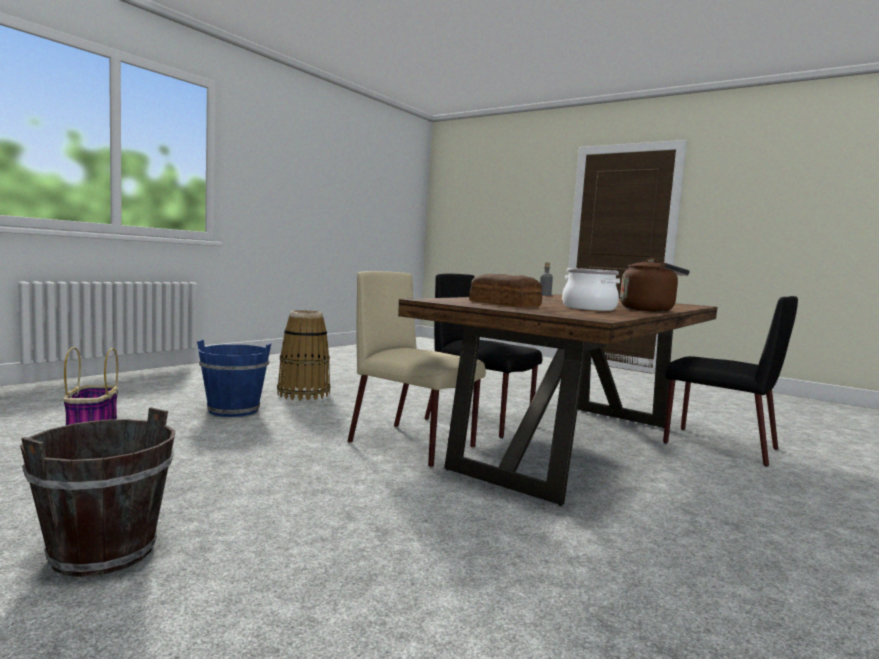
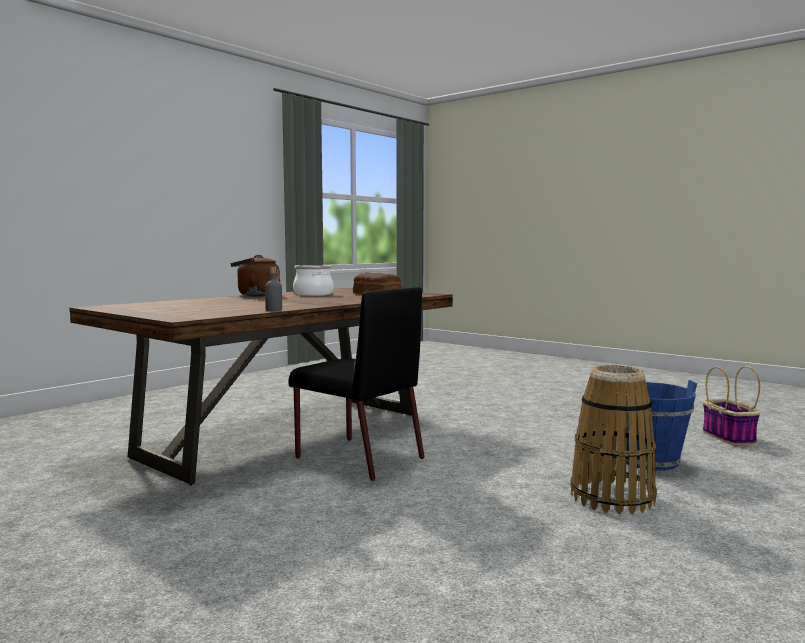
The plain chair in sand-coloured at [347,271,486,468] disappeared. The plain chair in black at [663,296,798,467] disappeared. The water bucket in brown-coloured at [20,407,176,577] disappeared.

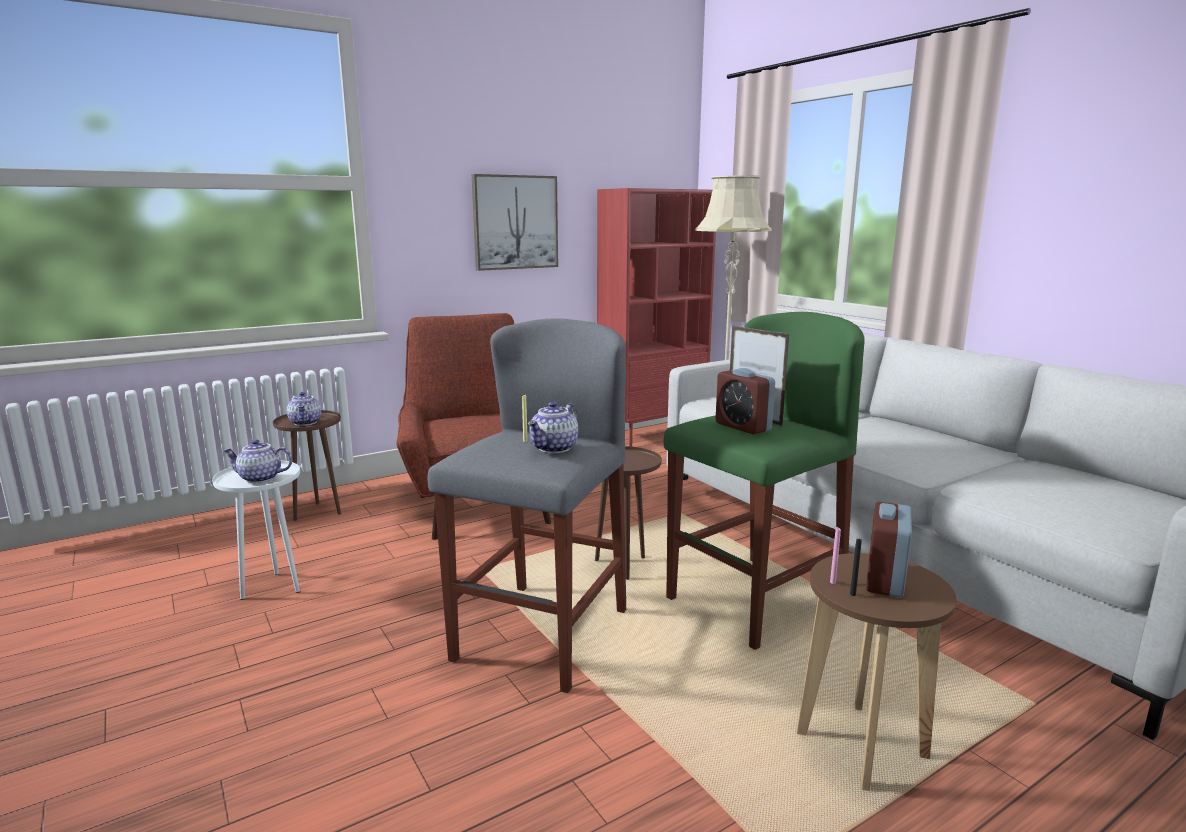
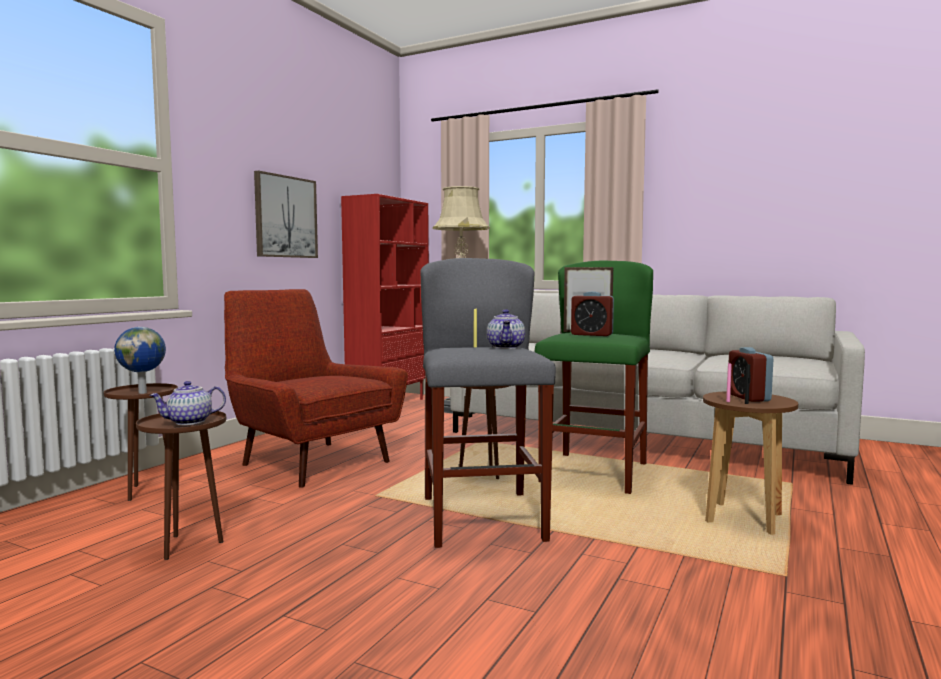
The tea pot at [287,392,322,426] was replaced by the desk globe at [114,327,166,394]. The accent table in whitish at [212,460,300,600] became the accent table in brown-coloured at [136,411,226,560].

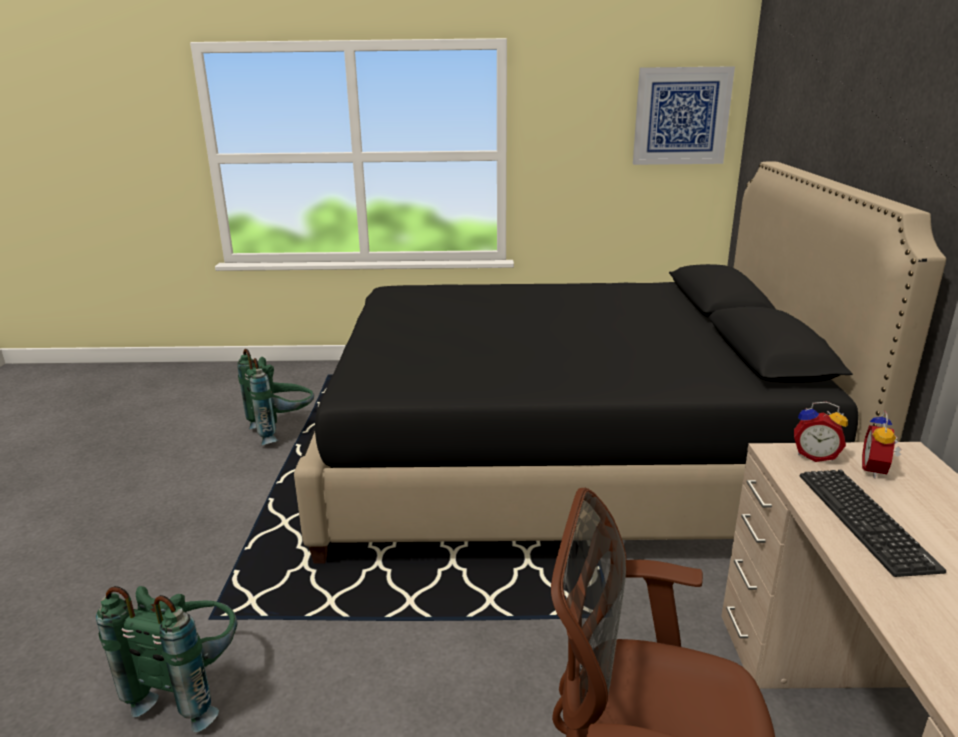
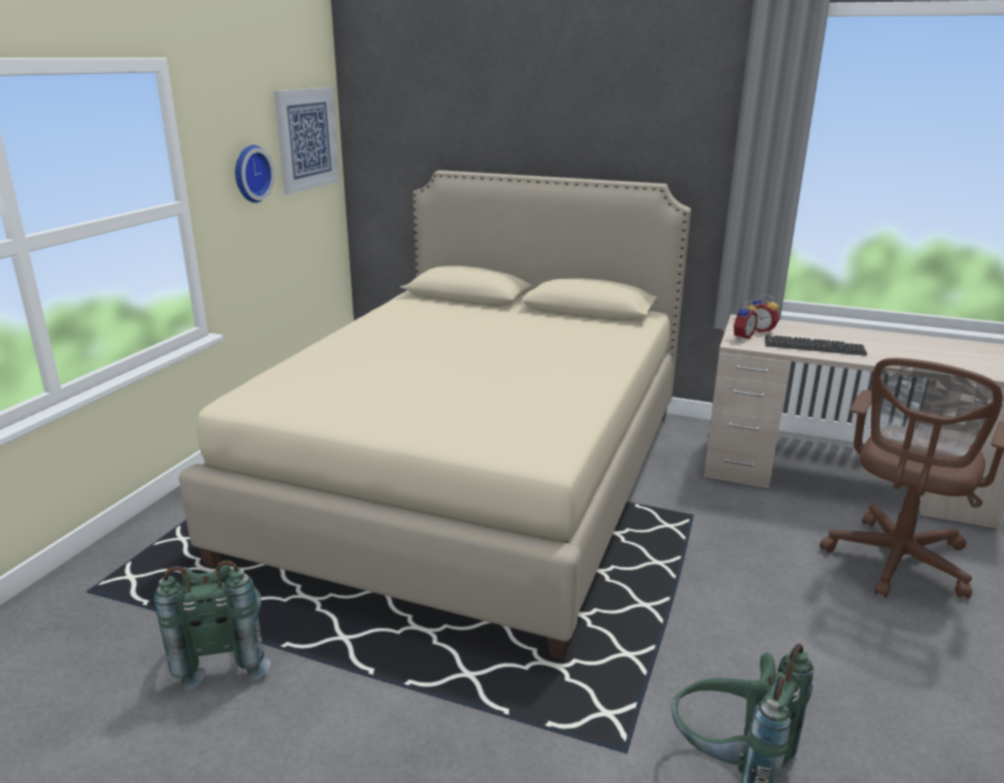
The bed in black at [294,161,946,564] became the bed in sand-coloured at [179,170,691,659]. The clock on the wall at [235,145,275,203] appeared.

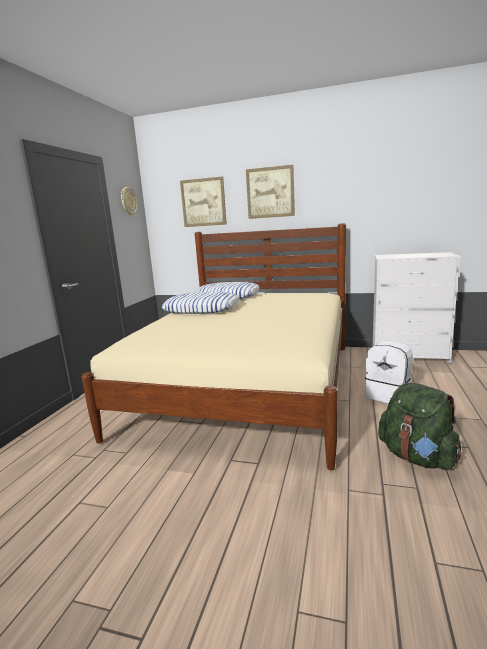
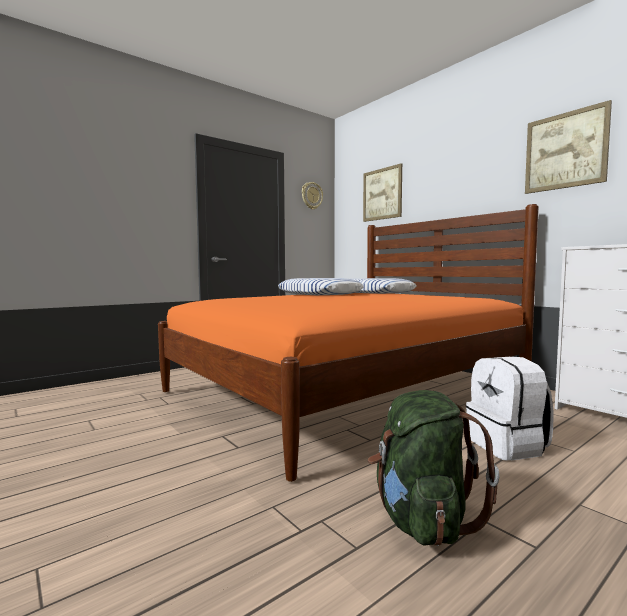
The picture moved from [246,165,295,219] to [525,100,612,194]. The bed in sand-coloured at [82,223,346,470] became the bed in orangey at [158,204,539,482].

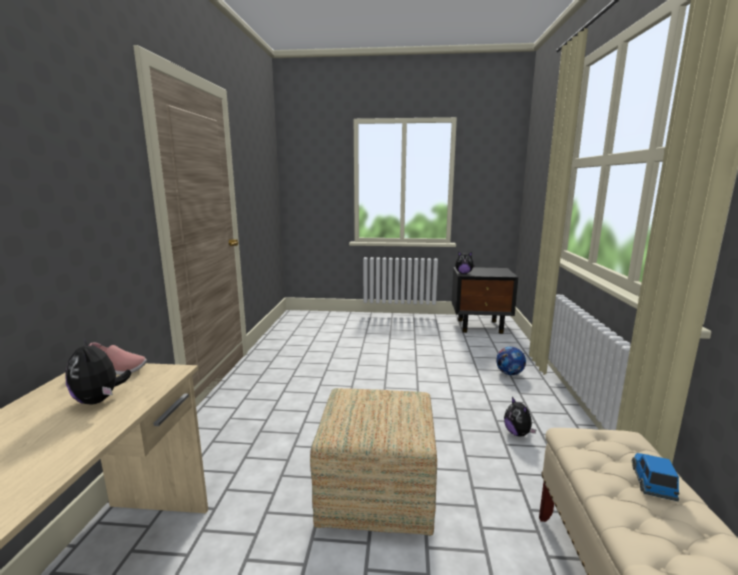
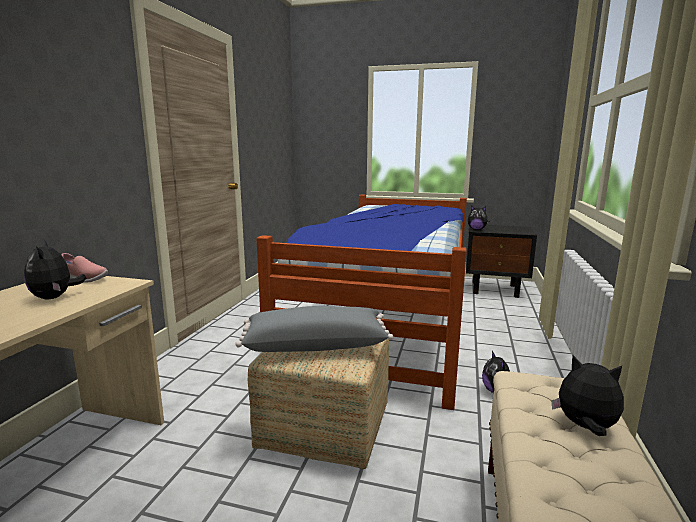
The football at [496,347,526,375] disappeared. The model car at [632,453,679,501] was replaced by the cuddly toy at [552,355,624,436]. The bed at [256,194,467,410] appeared. The throw pillow in grey at [235,306,393,352] appeared.

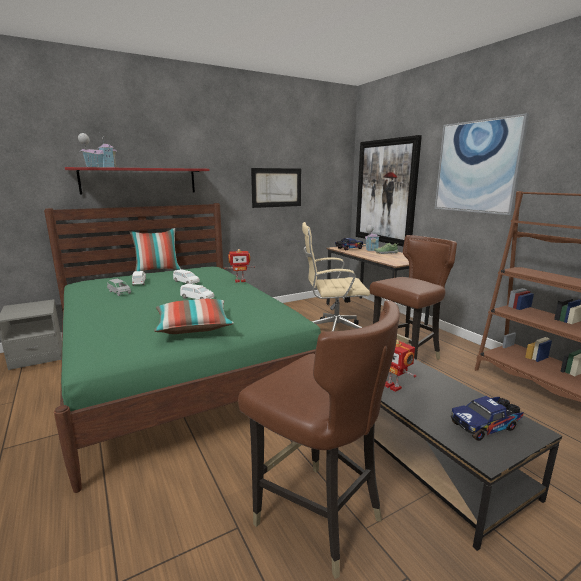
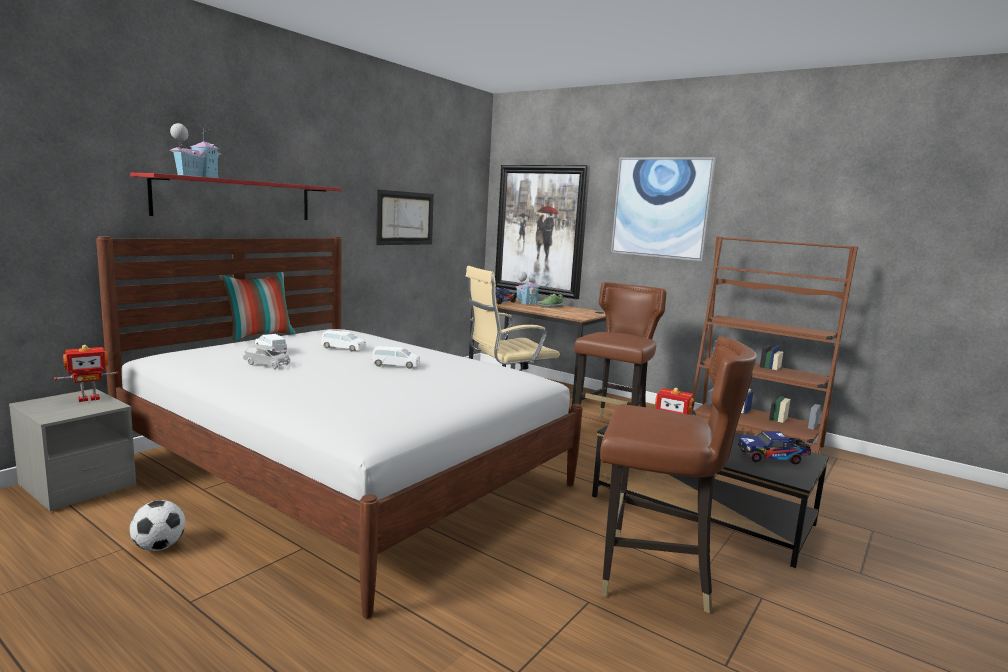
The bed in greenish at [44,203,321,493] became the bed in whitish at [96,236,583,619]. The model robot moved from [224,249,255,283] to [54,345,118,402]. The throw pillow at [154,299,234,334] disappeared. The toy lorry at [451,396,524,441] turned 45 degrees clockwise. The football at [129,500,185,551] appeared.

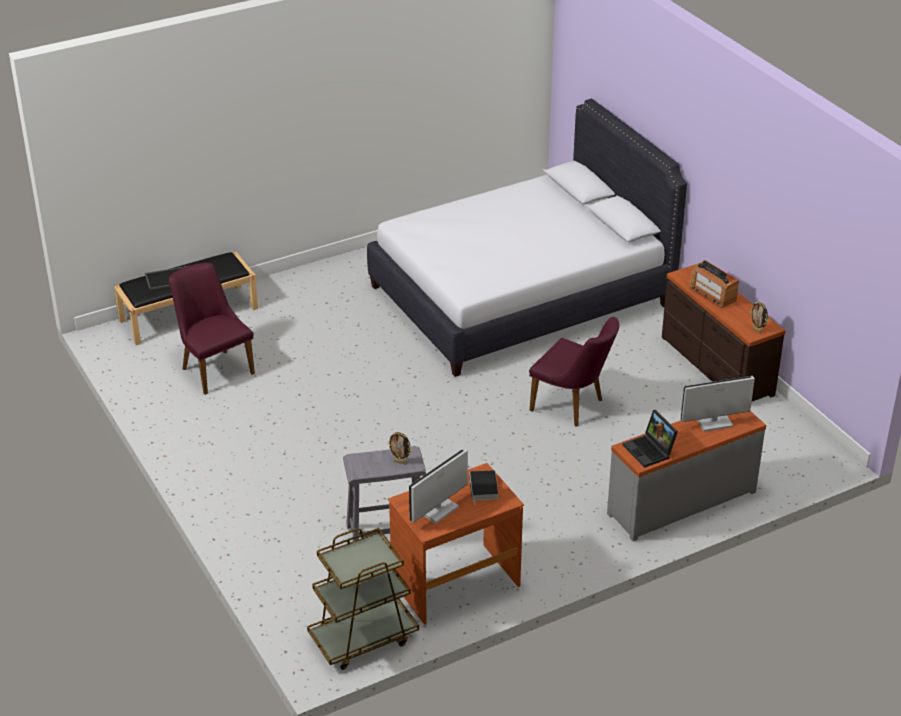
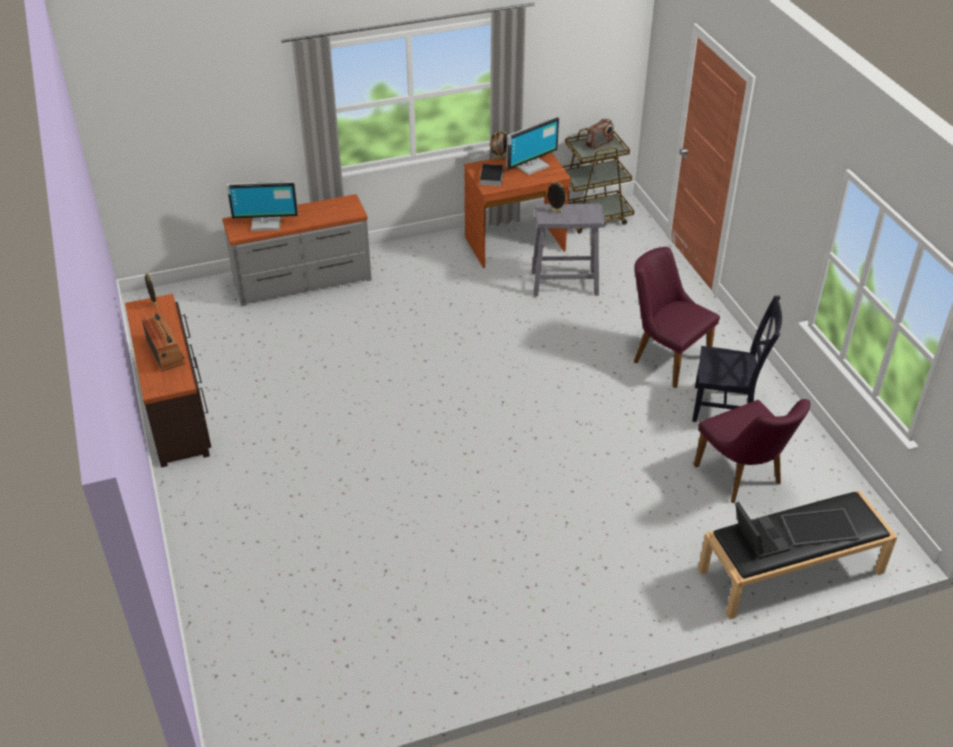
The bed in whitish at [367,99,687,377] disappeared. The plain chair in purple moved from [529,317,619,427] to [634,247,720,388]. The portable computer moved from [623,410,678,468] to [735,502,790,559]. The radio set at [585,119,614,150] appeared. The picture frame at [489,130,507,160] appeared. The plain chair in black at [692,296,782,422] appeared.

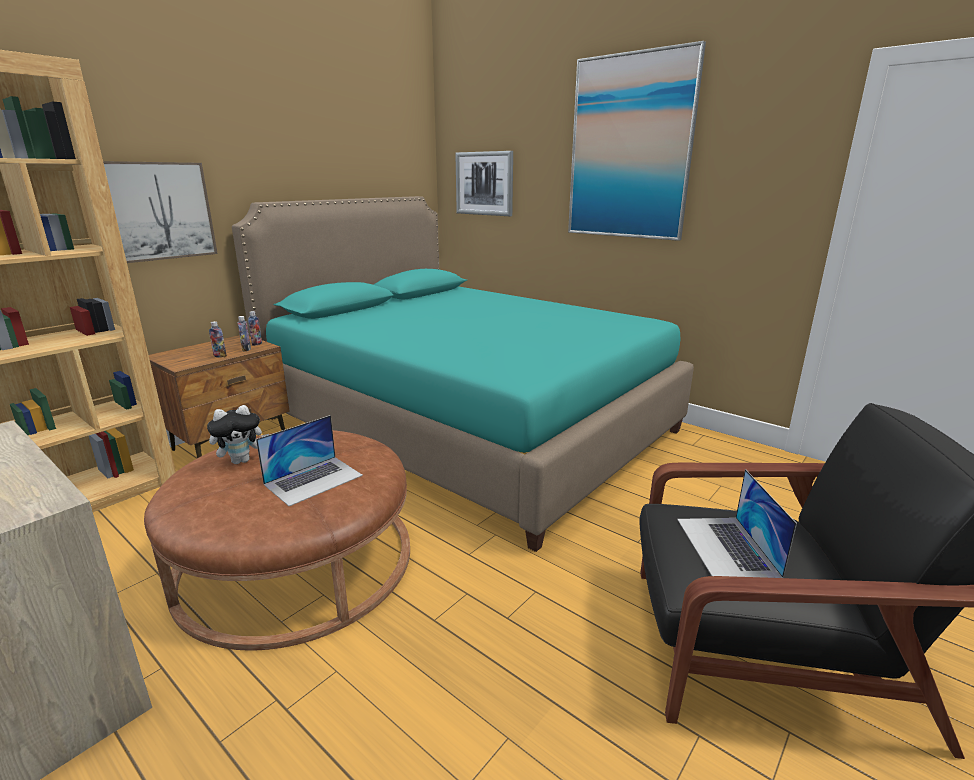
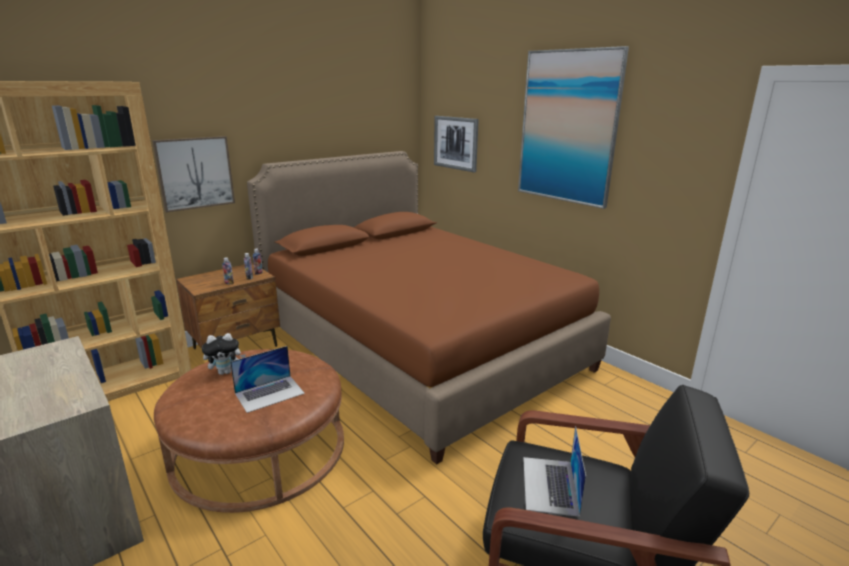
The bed in turquoise at [232,196,694,552] became the bed in brown-coloured at [247,151,611,464].

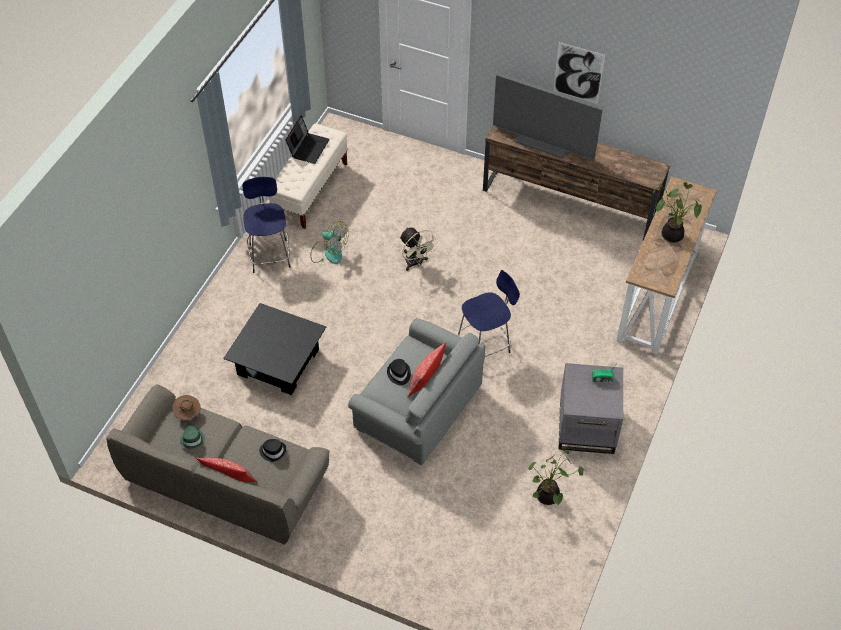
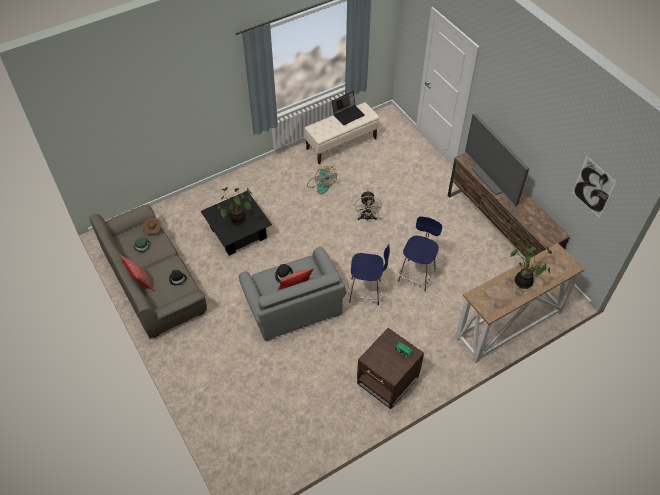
The picture moved from [553,42,605,104] to [572,156,616,218]. The stool seat in bluish moved from [242,177,291,273] to [398,217,442,291]. The accent table in grey at [559,363,623,454] became the accent table in brown-coloured at [357,328,424,409]. The houseplant moved from [528,448,584,505] to [218,187,252,224].

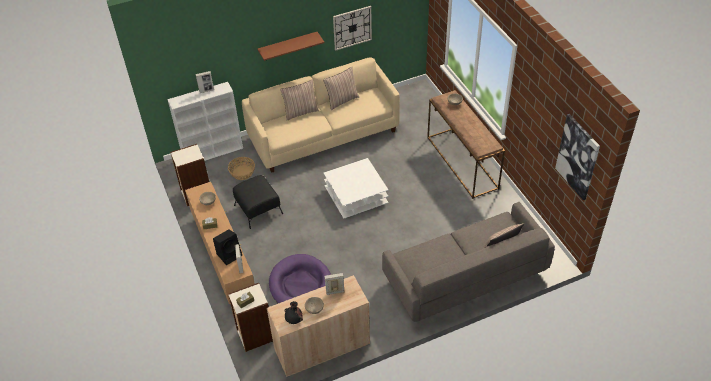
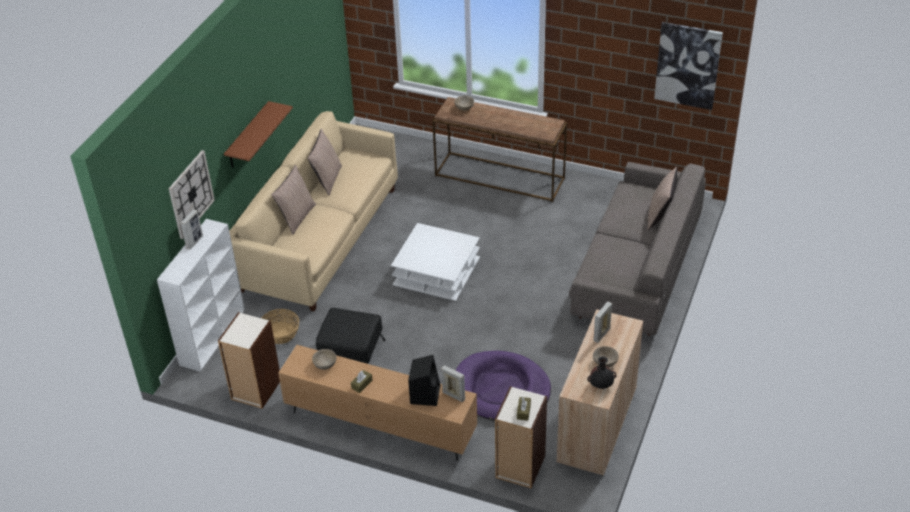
The clock on the wall moved from [333,6,372,51] to [168,150,215,239].

